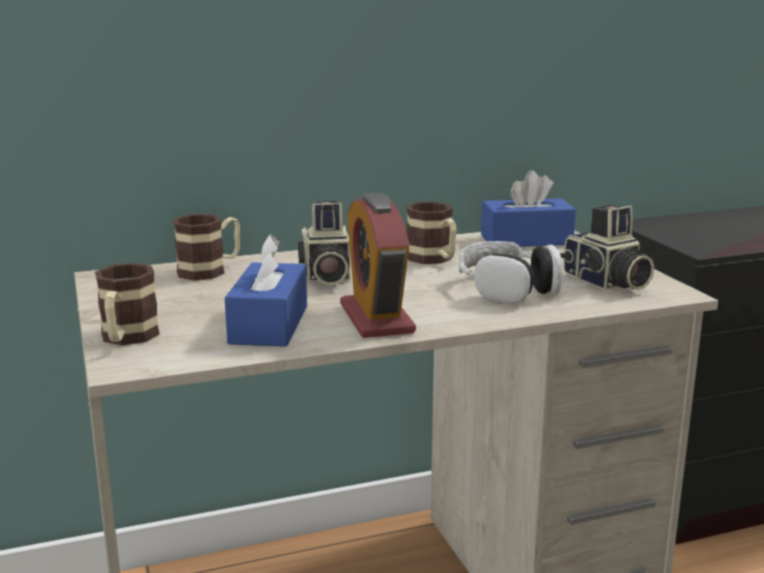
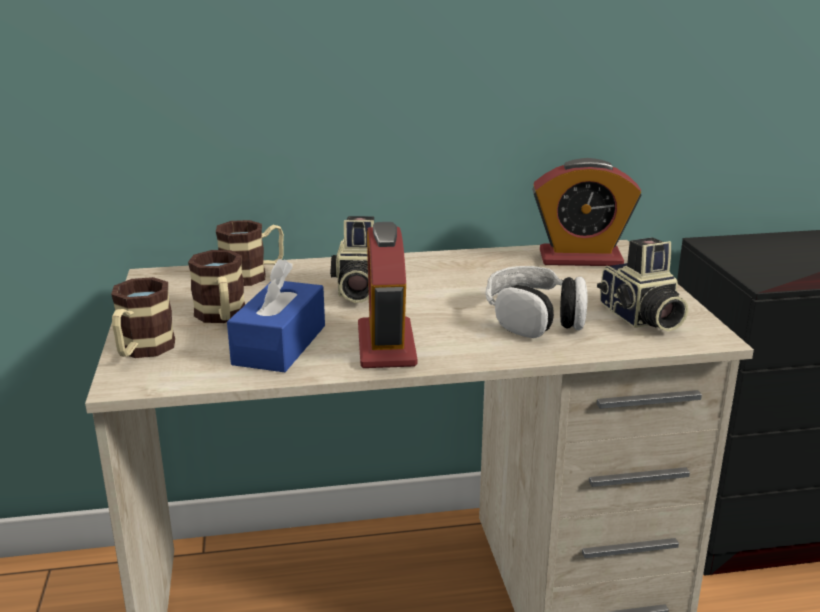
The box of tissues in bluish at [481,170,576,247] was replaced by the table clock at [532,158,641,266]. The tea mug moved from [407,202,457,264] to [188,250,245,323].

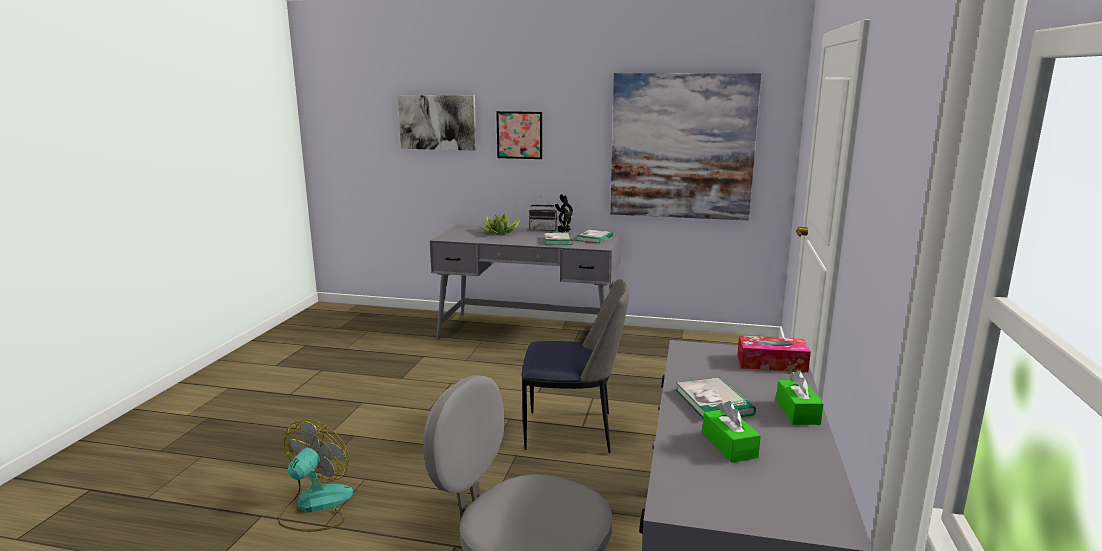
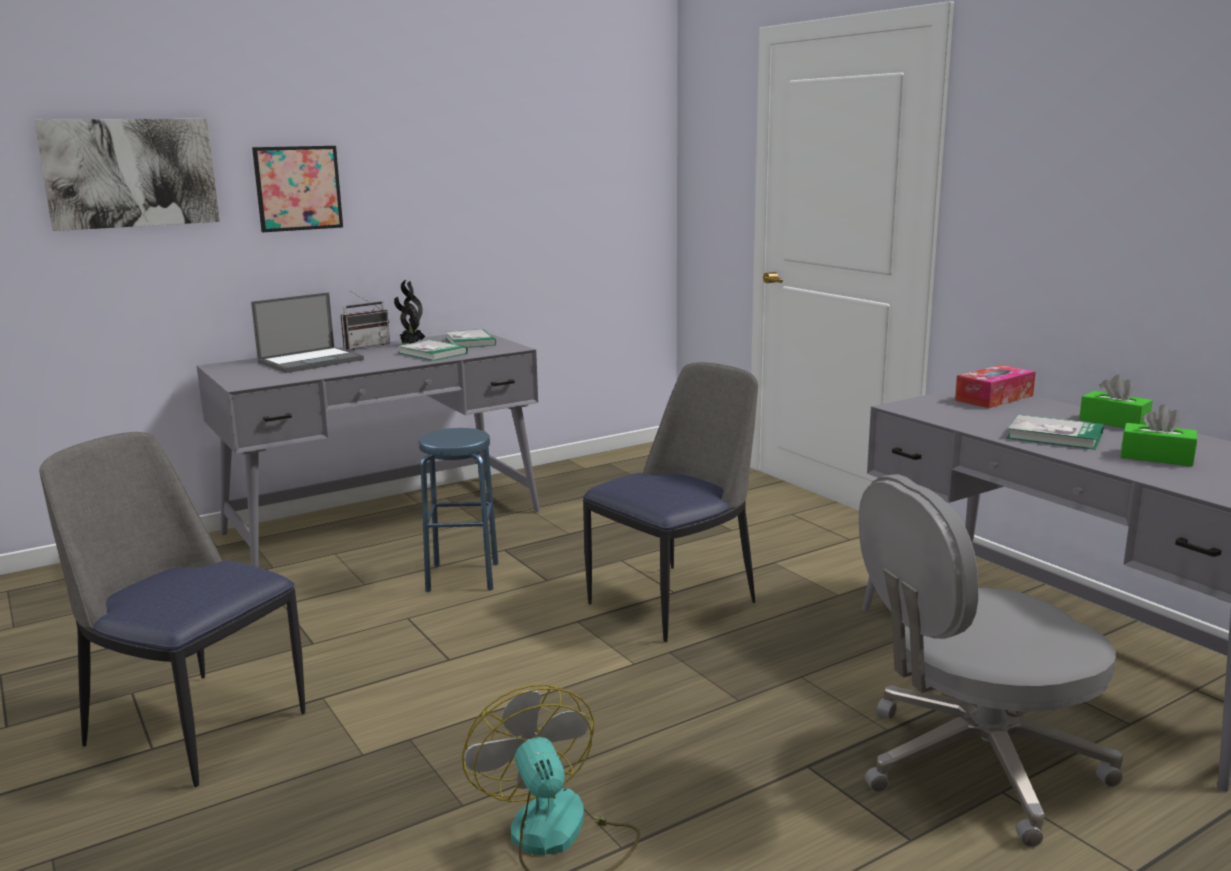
The picture at [610,73,762,220] disappeared. The houseplant at [479,214,520,234] was replaced by the portable computer at [251,292,364,373]. The stool seat in bluish at [419,428,498,592] appeared. The plain chair at [39,432,305,787] appeared.

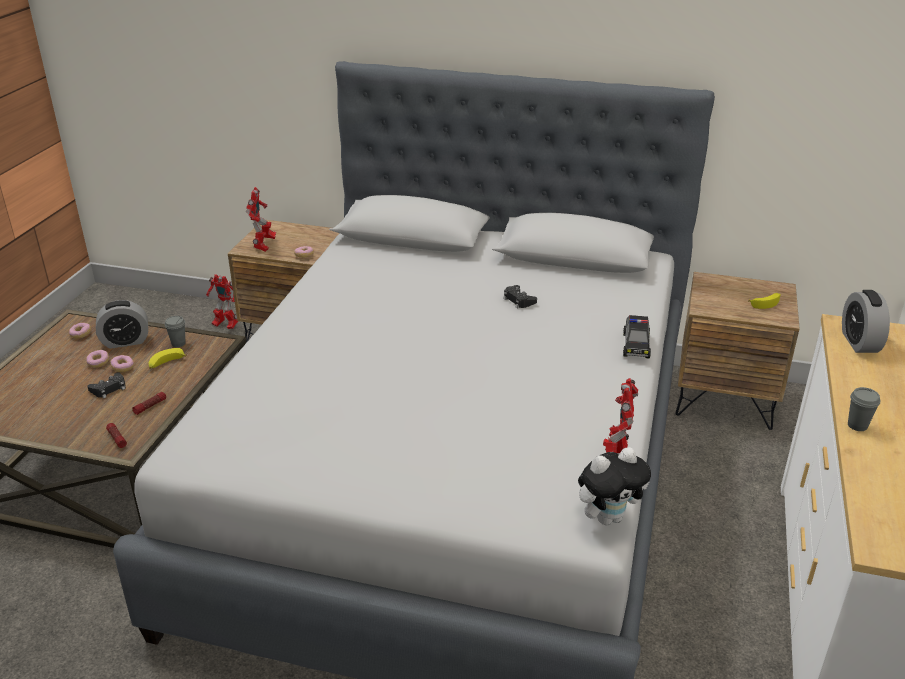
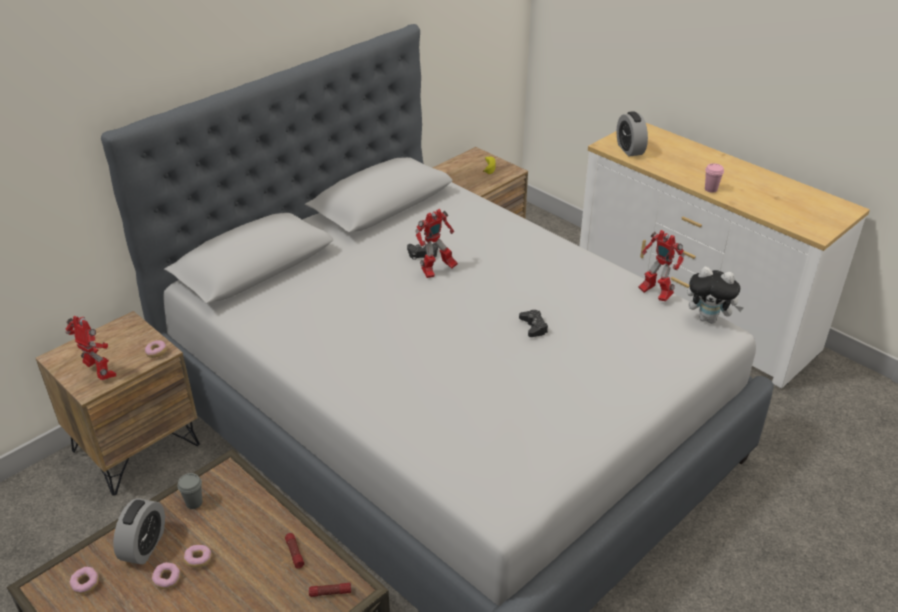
The model robot moved from [206,274,238,329] to [415,209,458,278]. The table clock at [842,290,890,353] turned 45 degrees clockwise. The model car at [623,315,651,359] disappeared. The whole banana at [149,348,187,369] disappeared. The joypad in black moved from [87,372,126,399] to [519,310,548,337]. The drinking cup in grey at [848,387,880,431] became the drinking cup in pink-coloured at [705,163,724,193]. The cuddly toy at [578,447,651,525] turned 105 degrees clockwise.

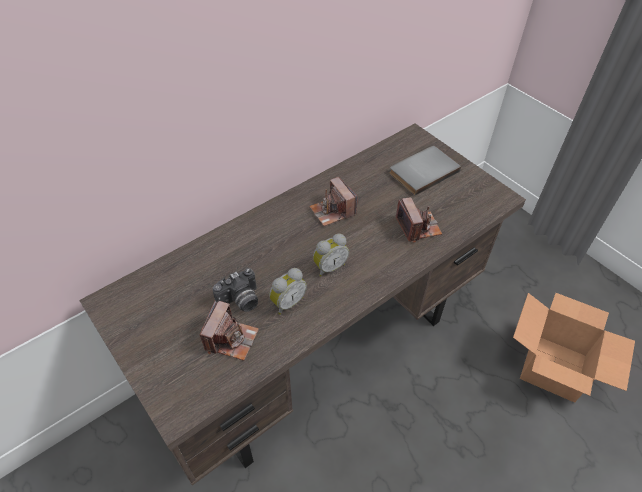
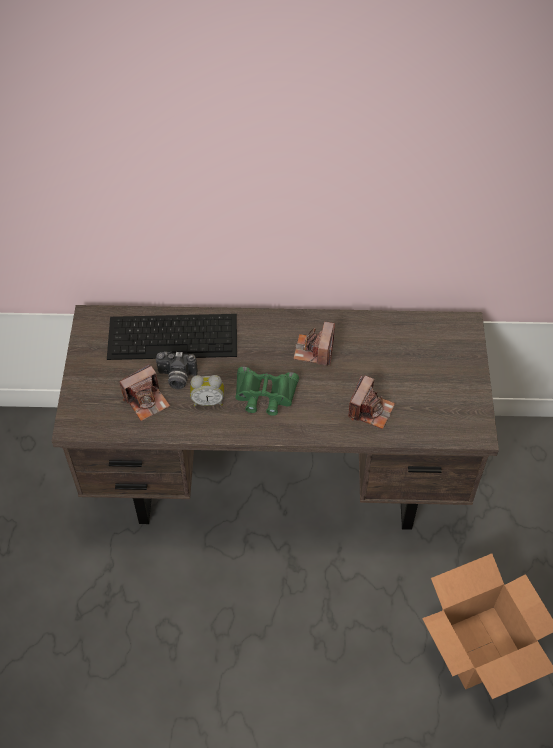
The volume in grey at [389,146,461,196] disappeared. The table clock at [313,234,349,277] was replaced by the binoculars in greenish at [235,367,299,416]. The computer keyboard at [107,314,237,360] appeared.

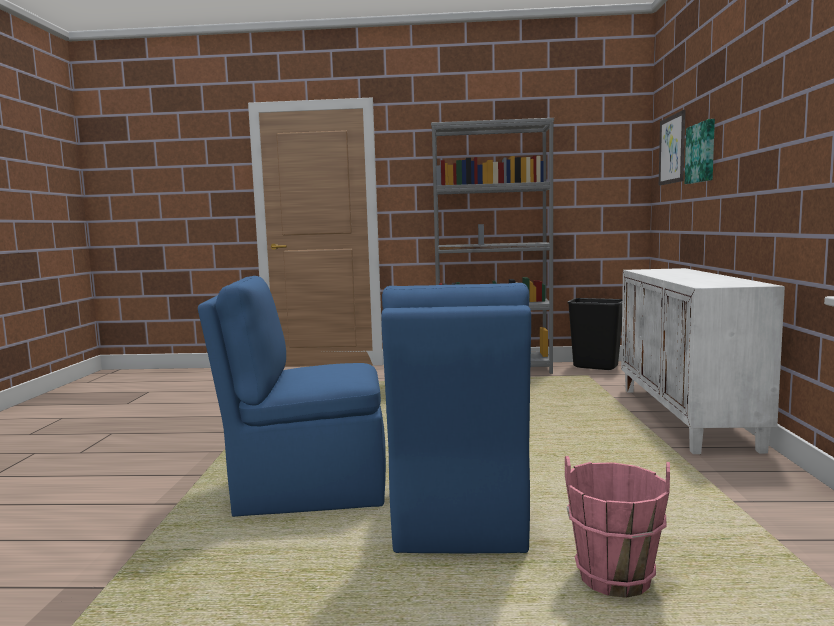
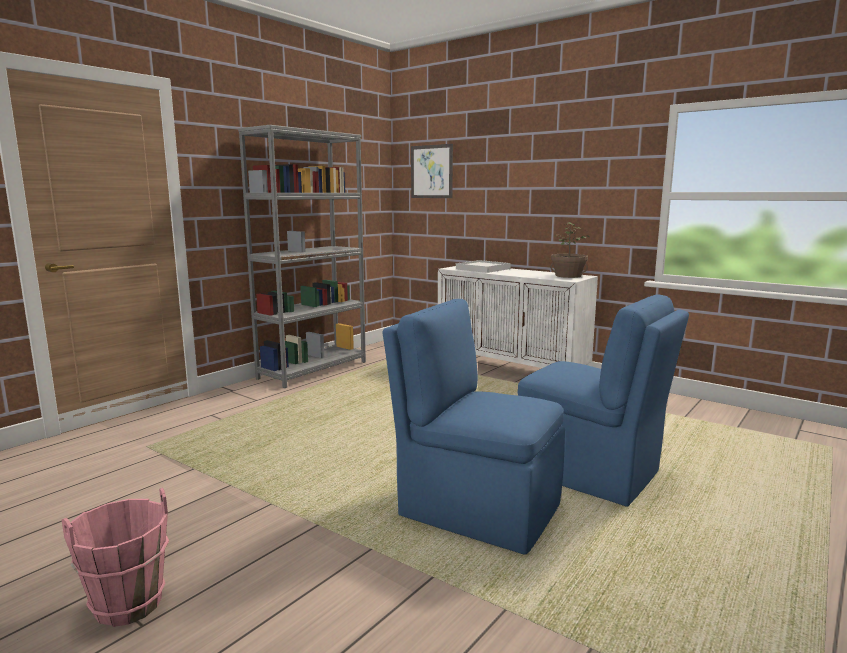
The picture at [685,119,715,184] disappeared. The plain chair in bluish at [198,276,386,517] turned 90 degrees clockwise. The waste bin in black at [568,298,622,370] disappeared. The water bucket in pink-coloured moved from [565,456,670,598] to [62,488,169,627]. The houseplant at [550,222,589,278] appeared. The carrying tray in whitish at [456,260,511,273] appeared.

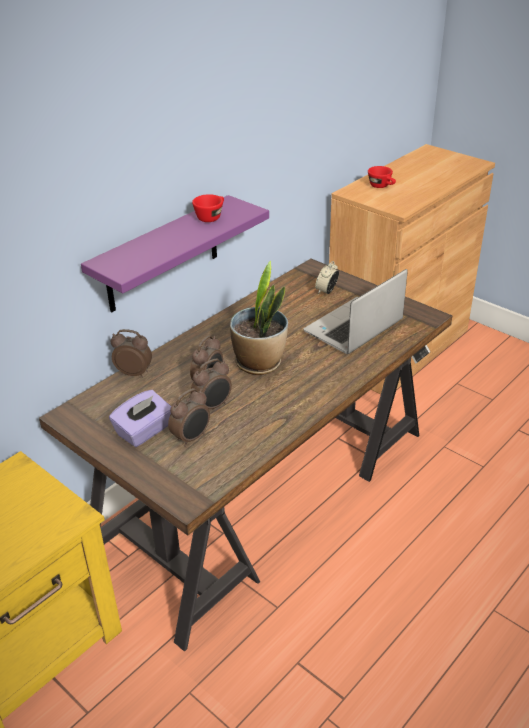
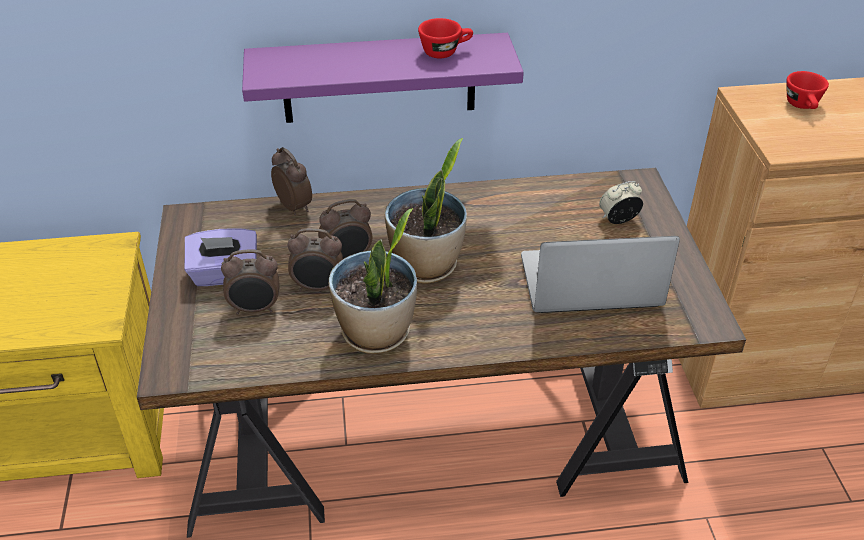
The houseplant at [329,208,417,354] appeared.

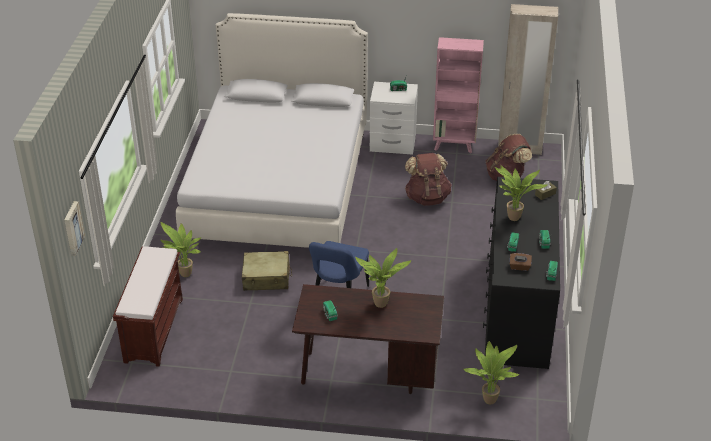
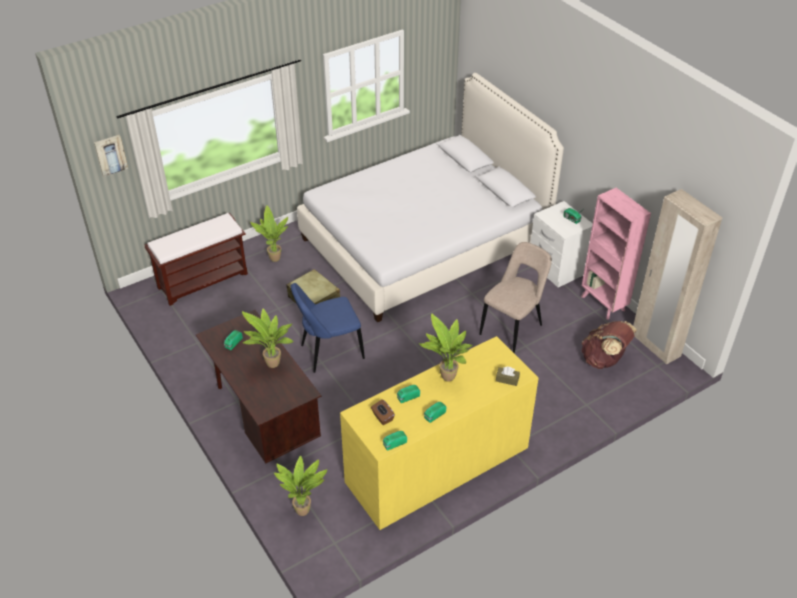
The backpack in brown-coloured at [405,153,452,206] was replaced by the plain chair in sand-coloured at [479,242,552,353]. The chest of drawers in black at [483,177,560,369] became the chest of drawers in yellow-coloured at [340,336,539,530].

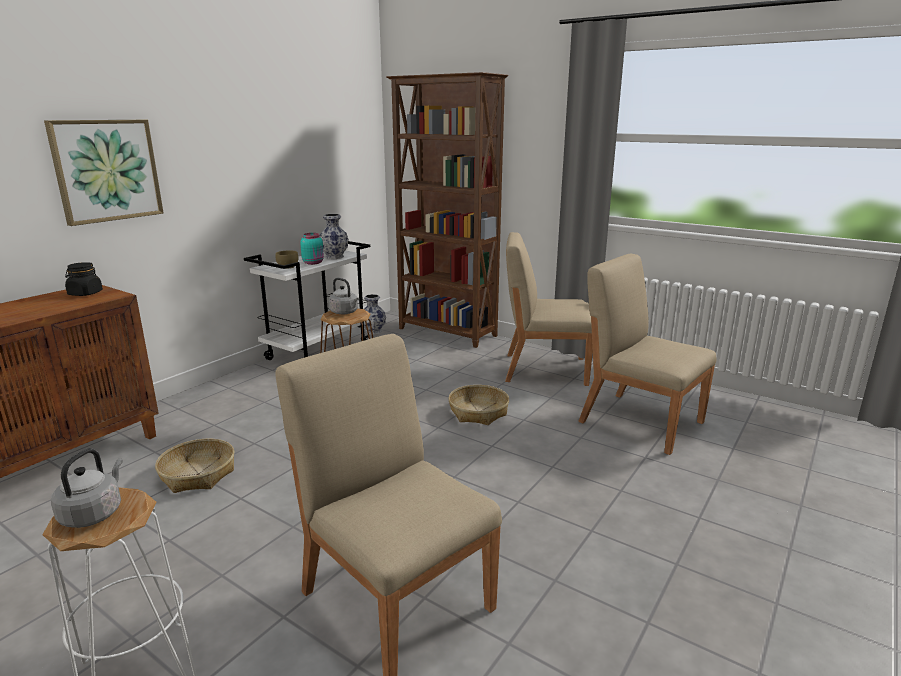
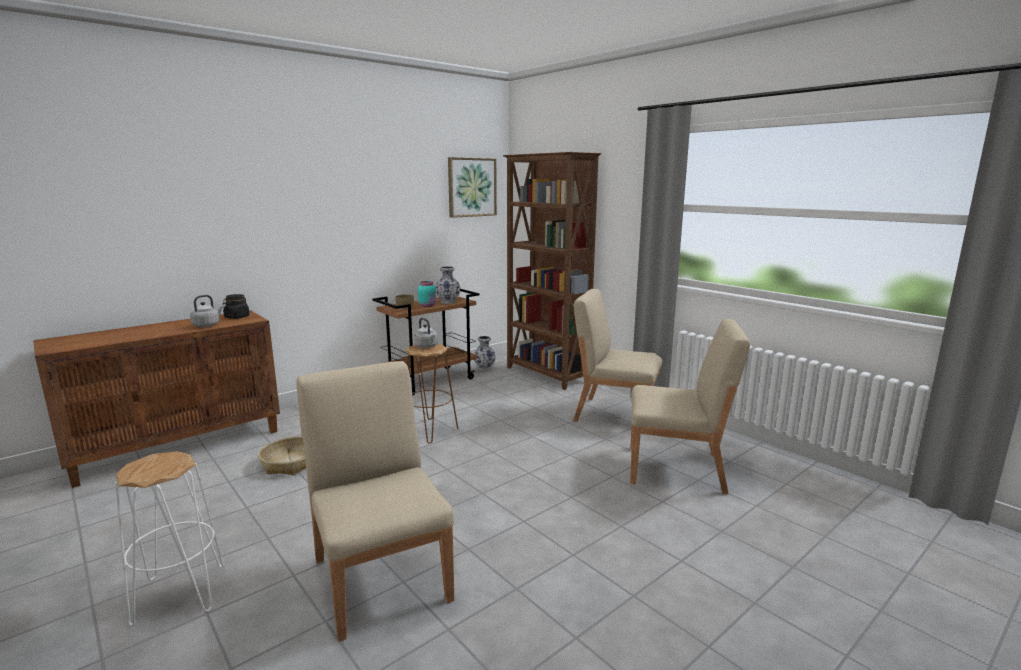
The picture moved from [44,120,163,226] to [448,157,497,218]. The trolley in whitish at [244,241,370,360] became the trolley in brown-coloured at [372,289,480,396]. The plain chair in sand-coloured at [578,254,716,455] turned 135 degrees clockwise. The household basket at [448,385,509,425] disappeared. The tea kettle in grey moved from [51,448,123,528] to [190,295,224,327].

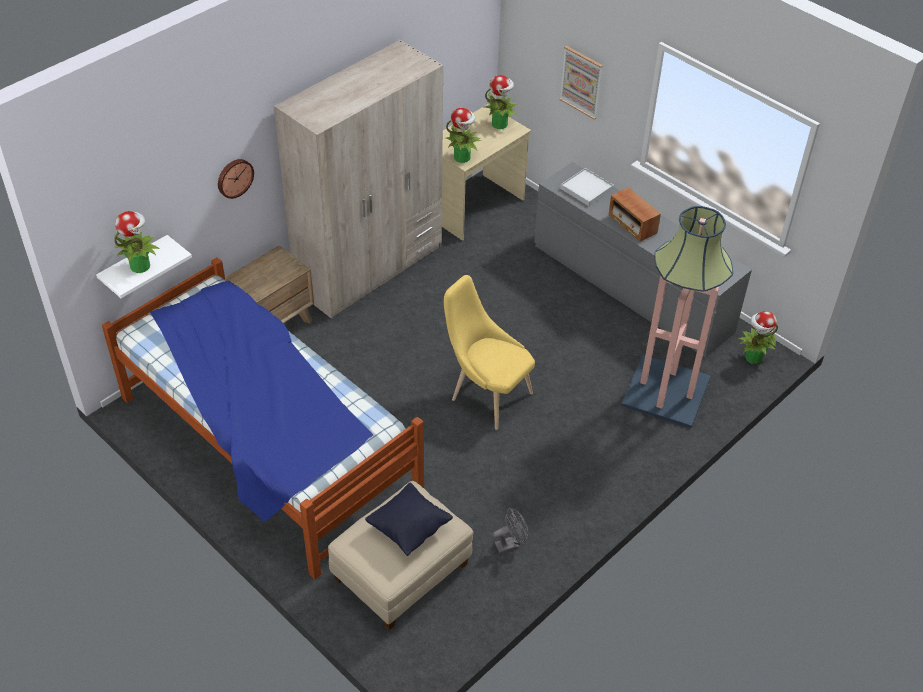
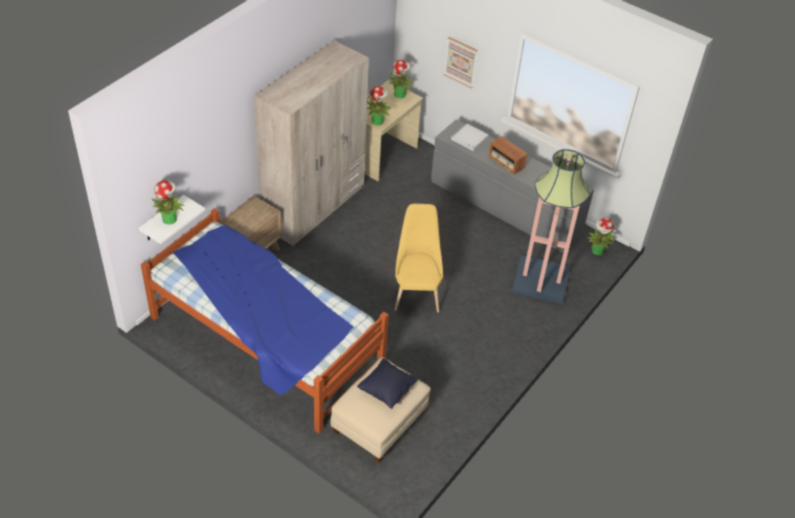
The clock on the wall at [218,159,254,199] disappeared. The plain chair in yellow-coloured at [444,275,535,430] turned 60 degrees clockwise. The electric fan in grey at [493,508,528,554] disappeared.

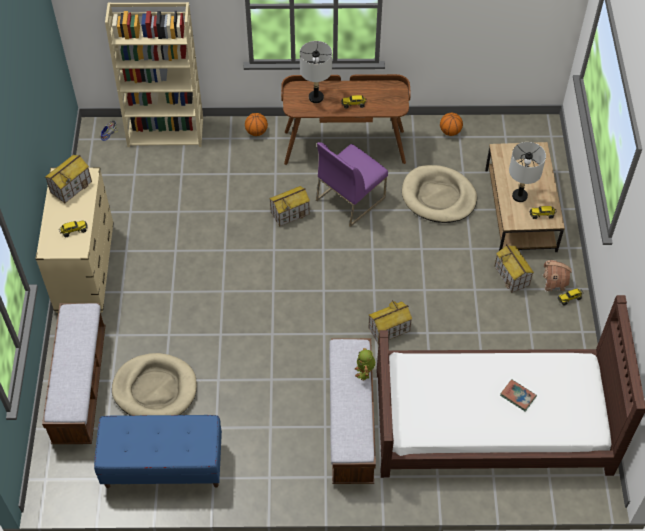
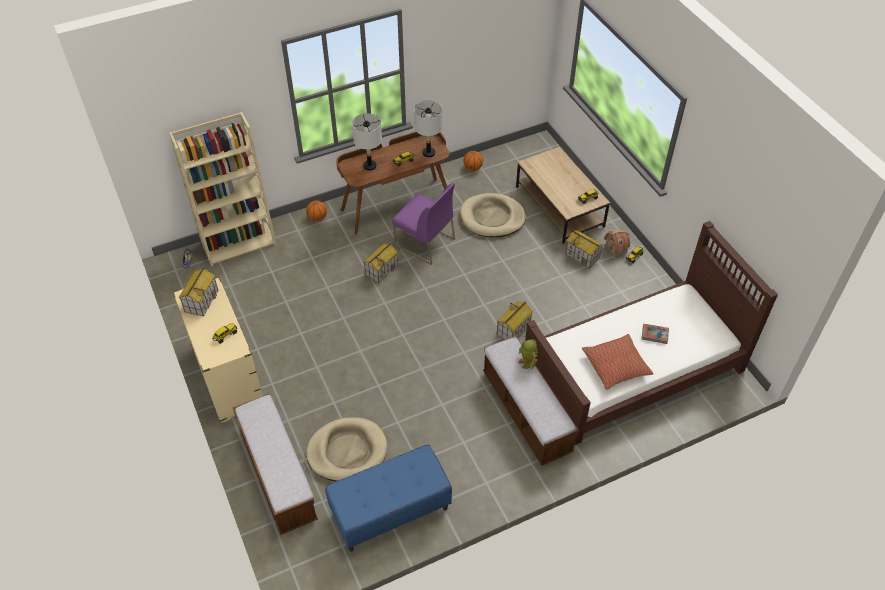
The plain chair in purple at [316,142,388,227] turned 75 degrees counterclockwise. The table lamp in grey moved from [509,142,546,202] to [414,100,442,157]. The throw pillow at [582,334,653,390] appeared.

